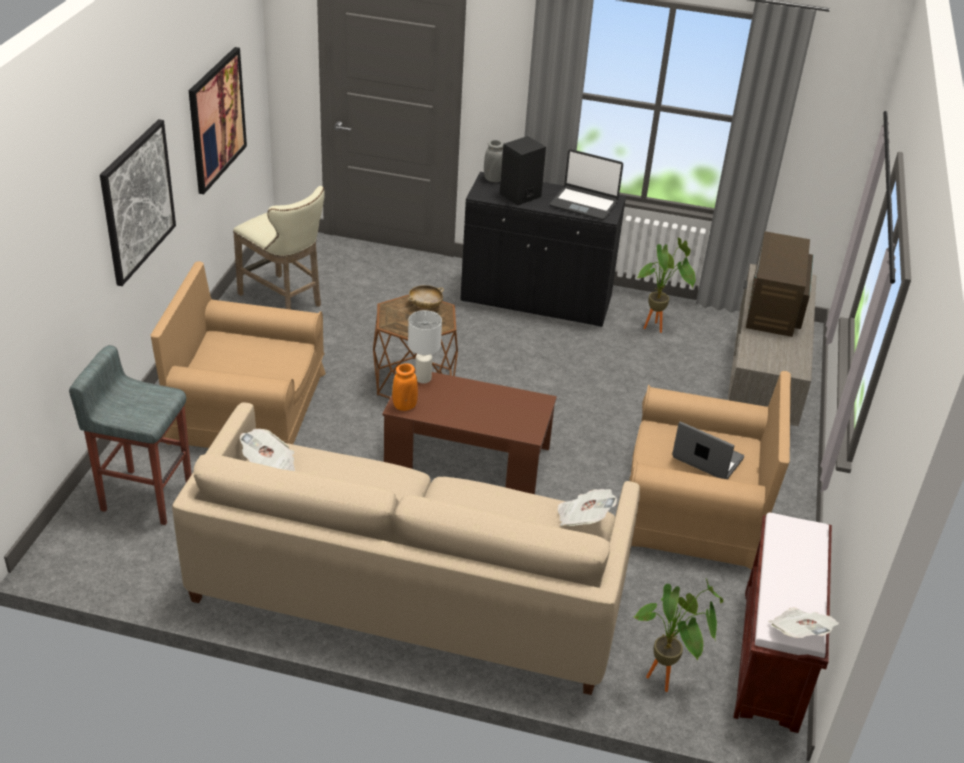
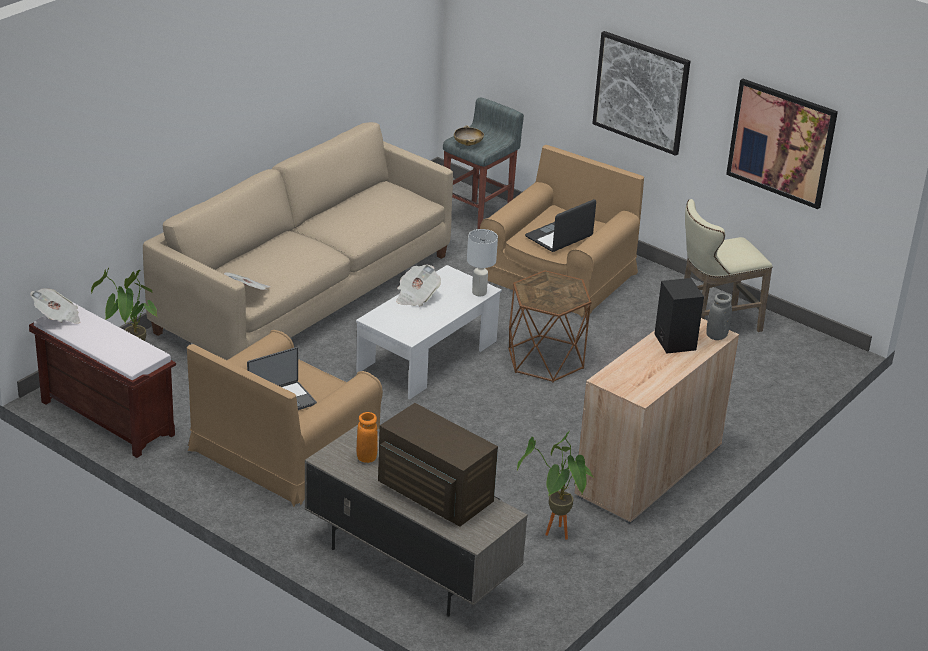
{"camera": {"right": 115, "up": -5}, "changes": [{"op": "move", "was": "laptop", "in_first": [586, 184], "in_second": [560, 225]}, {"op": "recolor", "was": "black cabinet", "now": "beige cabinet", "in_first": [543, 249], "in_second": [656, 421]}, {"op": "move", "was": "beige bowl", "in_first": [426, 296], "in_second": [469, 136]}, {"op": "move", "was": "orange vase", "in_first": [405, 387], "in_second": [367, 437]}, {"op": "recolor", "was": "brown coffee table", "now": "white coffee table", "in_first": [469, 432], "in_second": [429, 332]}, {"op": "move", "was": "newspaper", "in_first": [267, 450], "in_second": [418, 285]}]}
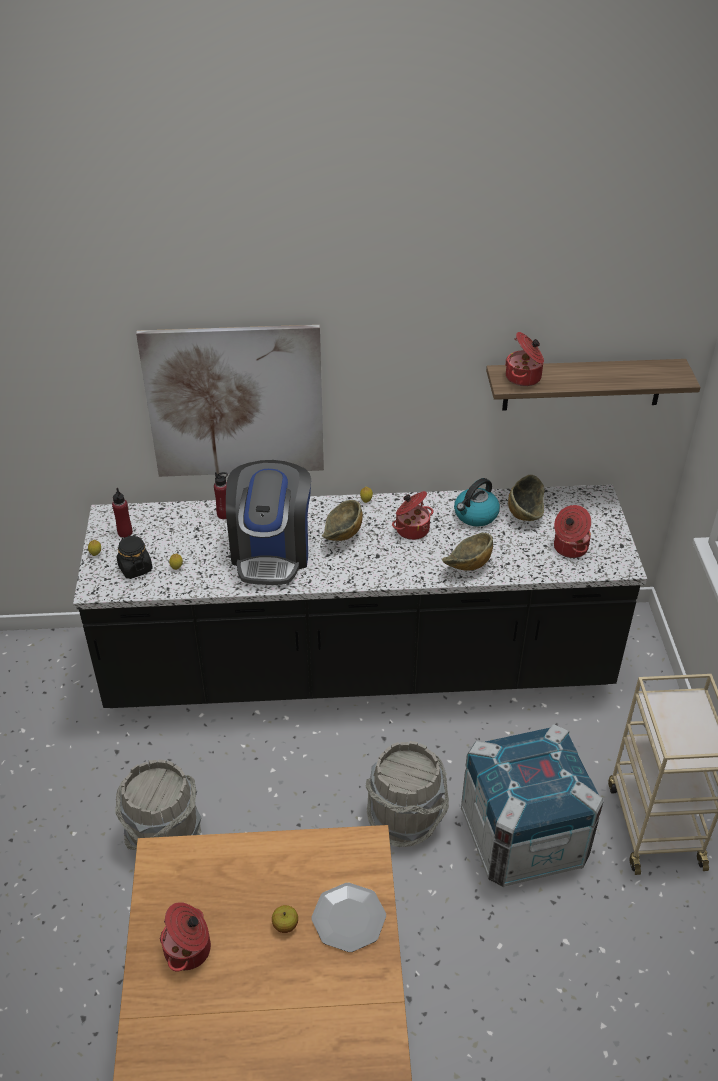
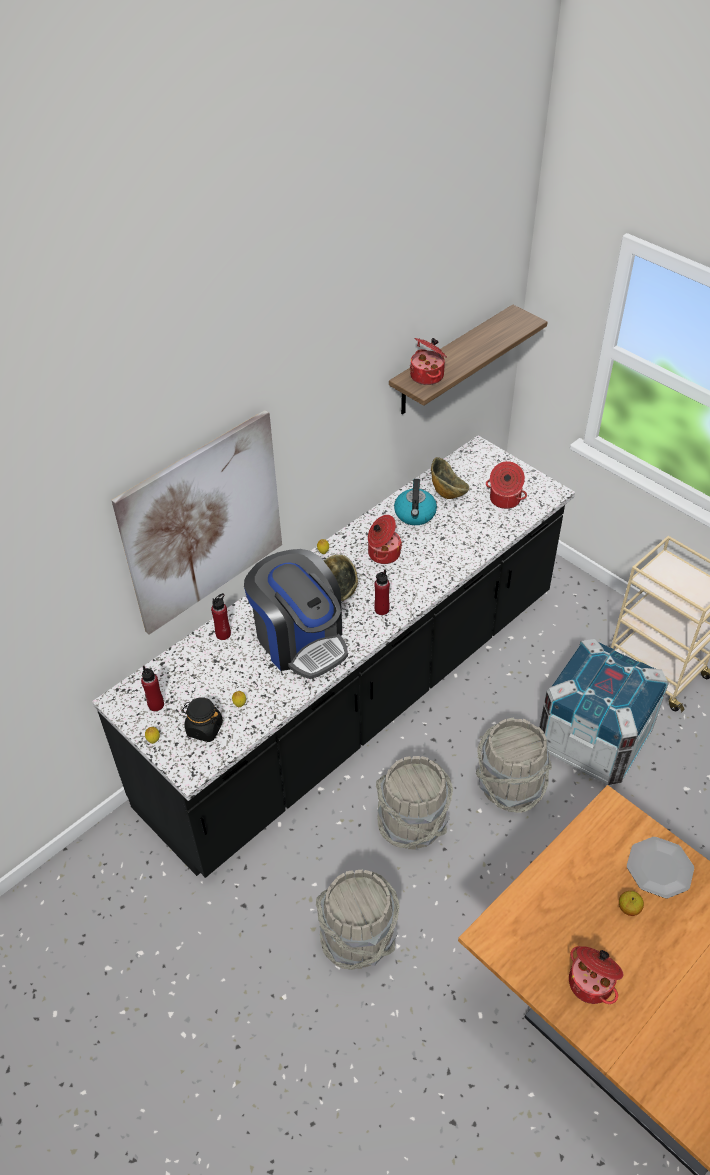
{"camera": {"right": -40, "up": 5}, "changes": [{"op": "delete", "was": "bowl", "in_first": [467, 552]}, {"op": "insert", "now": "red bottle", "in_second": [382, 592]}, {"op": "insert", "now": "grey bucket", "in_second": [414, 803]}]}
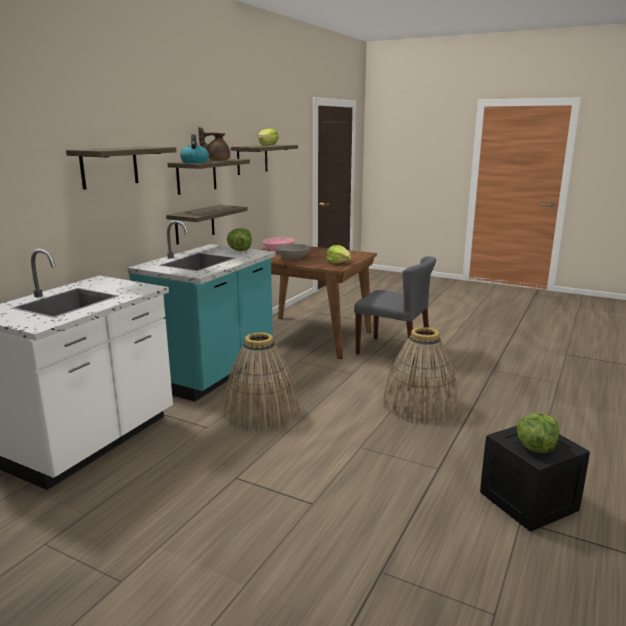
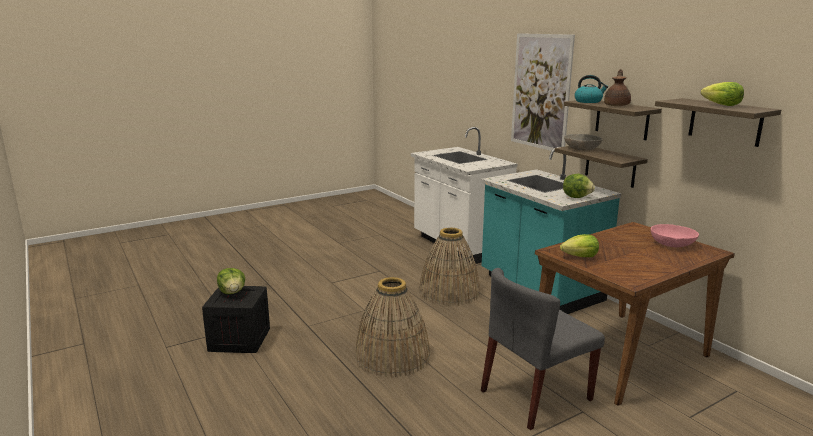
{"camera": {"right": 120, "up": 0}, "changes": [{"op": "replace", "was": "shelf", "now": "picture", "in_first": [121, 168], "in_second": [543, 92]}, {"op": "move", "was": "grey bowl", "in_first": [293, 251], "in_second": [583, 142]}]}
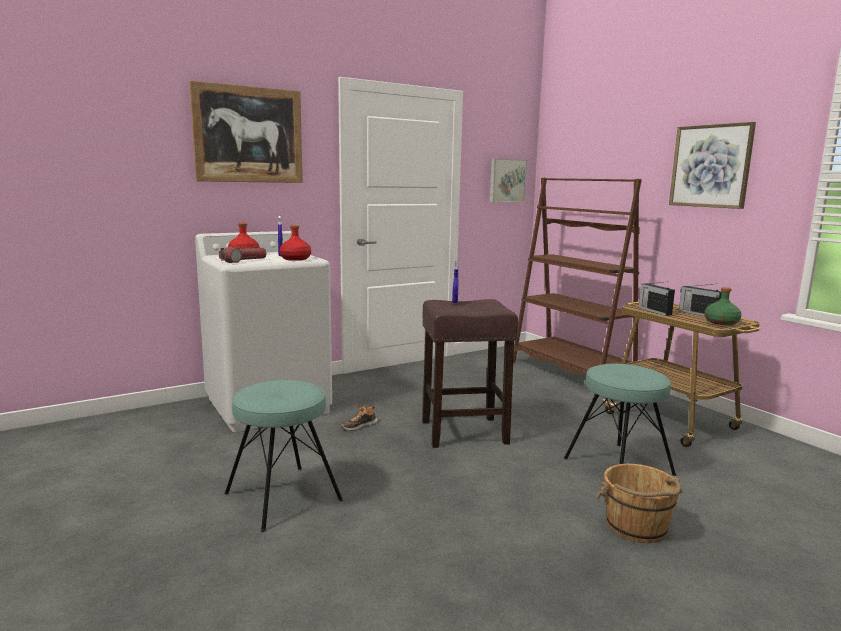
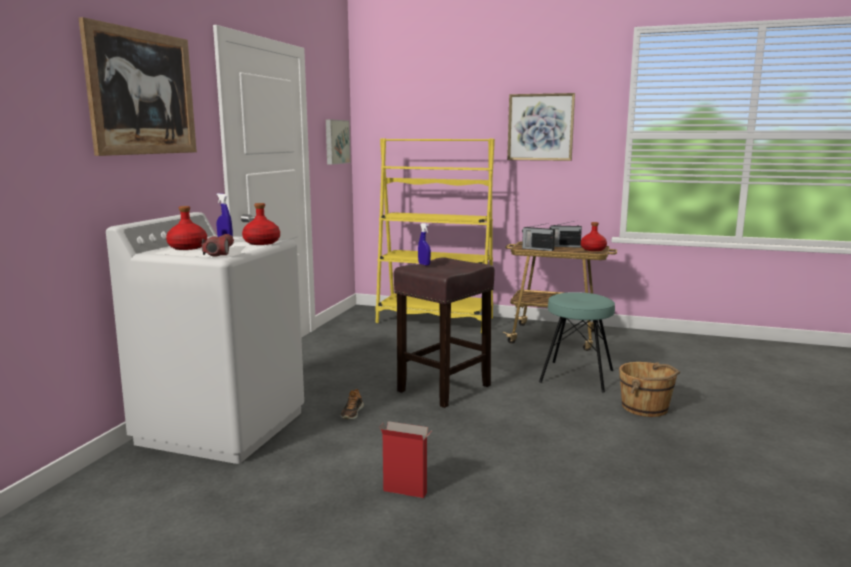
{"camera": {"right": -40, "up": 0}, "changes": [{"op": "recolor", "was": "brown bookcase", "now": "yellow bookcase", "in_first": [577, 287], "in_second": [435, 235]}, {"op": "recolor", "was": "green bottle", "now": "red bottle", "in_first": [722, 306], "in_second": [594, 236]}, {"op": "replace", "was": "turquoise stool", "now": "cardboard box", "in_first": [283, 456], "in_second": [405, 459]}]}
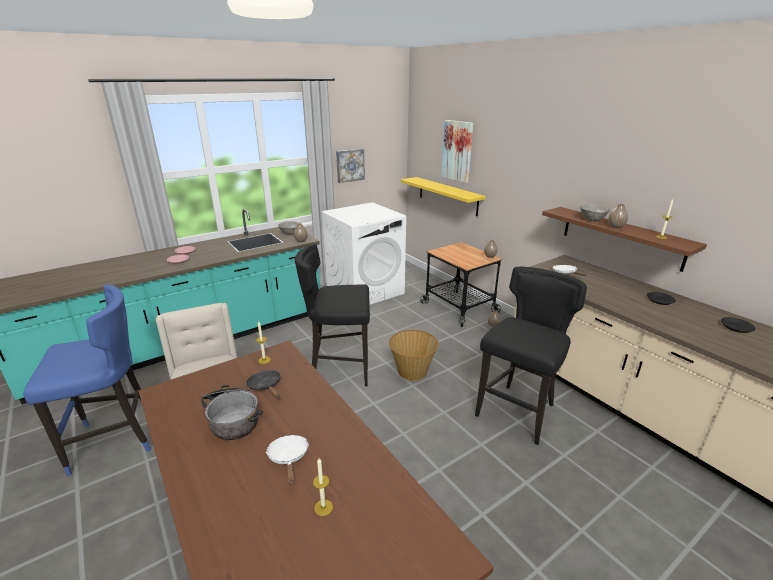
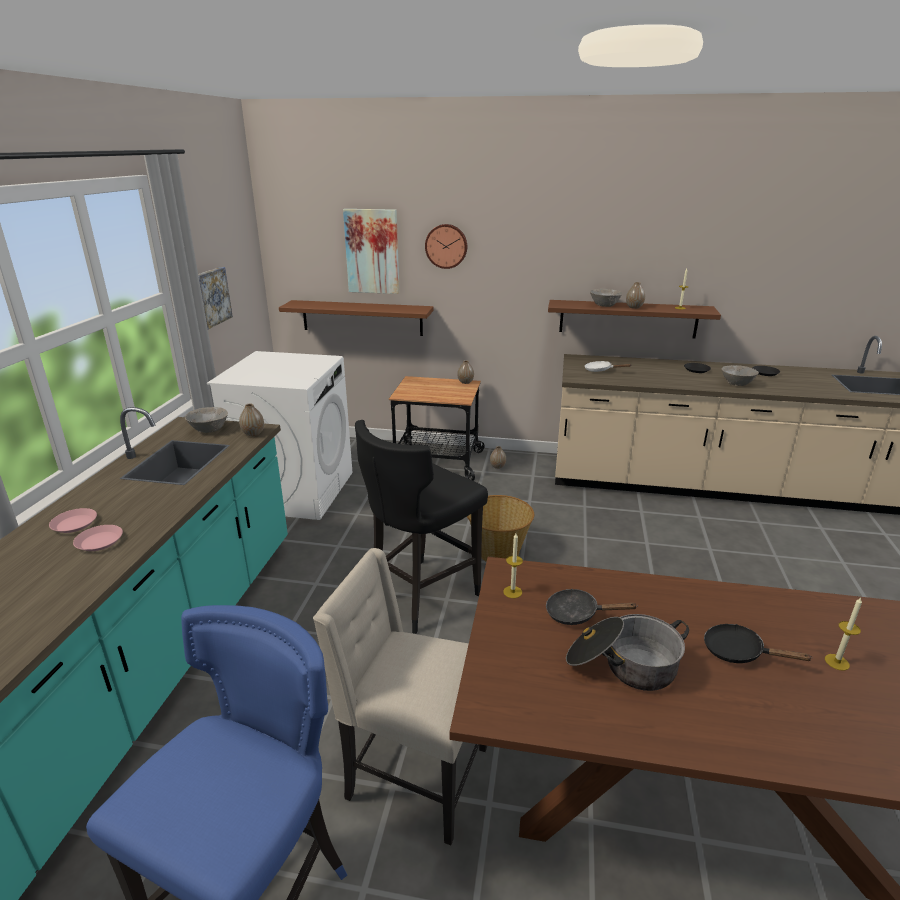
{"camera": {"right": -45, "up": 0}, "changes": [{"op": "recolor", "was": "yellow shelf", "now": "brown shelf", "in_first": [443, 196], "in_second": [356, 318]}, {"op": "delete", "was": "black stool", "in_first": [531, 356]}, {"op": "recolor", "was": "white frying pan", "now": "black frying pan", "in_first": [287, 460], "in_second": [758, 643]}, {"op": "insert", "now": "wall clock", "in_second": [446, 246]}, {"op": "insert", "now": "grey bowl", "in_second": [740, 375]}]}
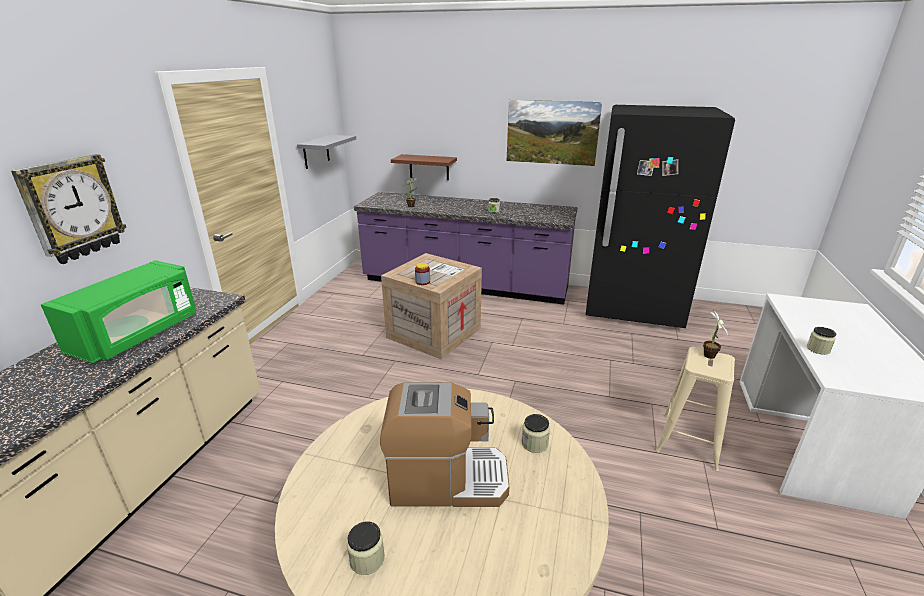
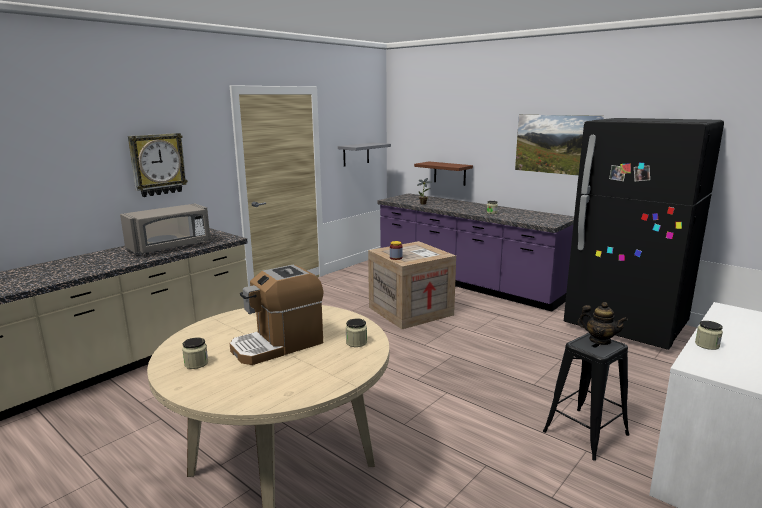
{"camera": {"right": 25, "up": -10}, "changes": [{"op": "recolor", "was": "green microwave", "now": "grey microwave", "in_first": [118, 311], "in_second": [165, 229]}, {"op": "replace", "was": "potted plant", "now": "teapot", "in_first": [715, 334], "in_second": [603, 323]}, {"op": "recolor", "was": "beige stool", "now": "black stool", "in_first": [695, 409], "in_second": [586, 397]}, {"op": "rotate", "was": "coffee machine", "in_first": [444, 444], "in_second": [276, 315], "clockwise": 120}]}
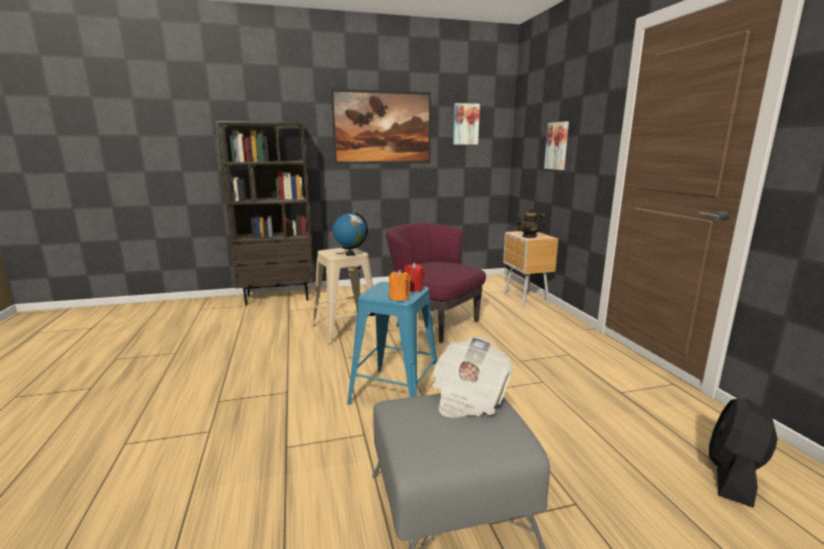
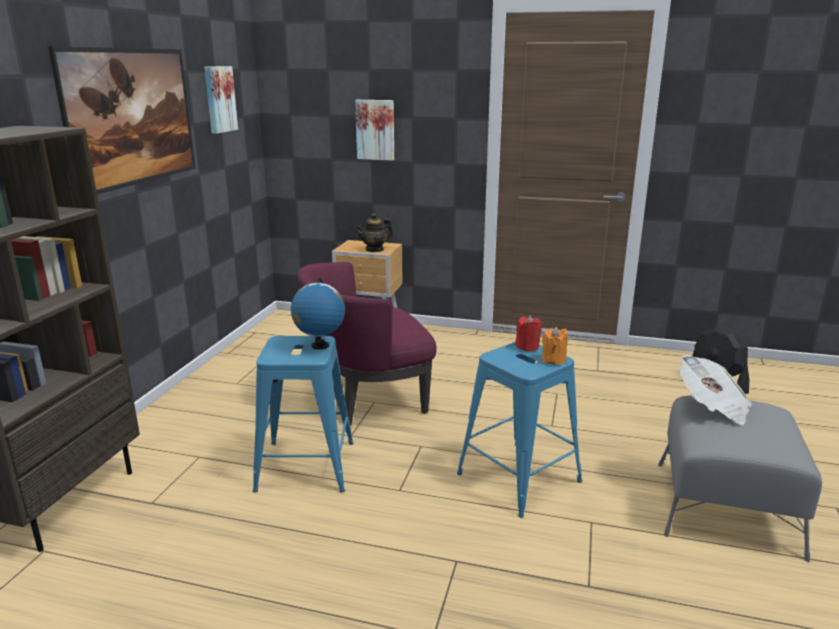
{"camera": {"right": -60, "up": 5}, "changes": [{"op": "recolor", "was": "beige stool", "now": "blue stool", "in_first": [344, 295], "in_second": [303, 414]}]}
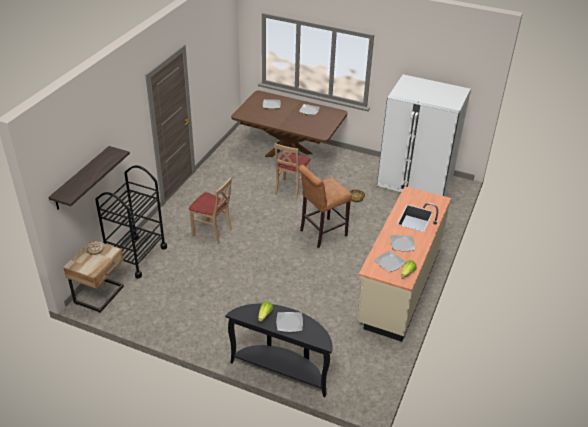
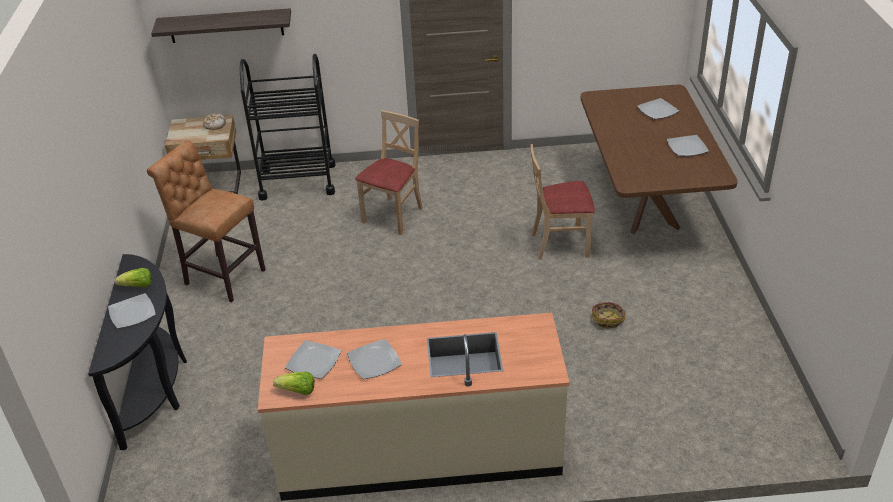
{"camera": {"right": 65, "up": 0}, "changes": [{"op": "delete", "was": "white fridge", "in_first": [424, 135]}, {"op": "move", "was": "brown stool", "in_first": [325, 206], "in_second": [206, 221]}, {"op": "rotate", "was": "beige chair", "in_first": [210, 210], "in_second": [389, 172], "clockwise": -150}]}
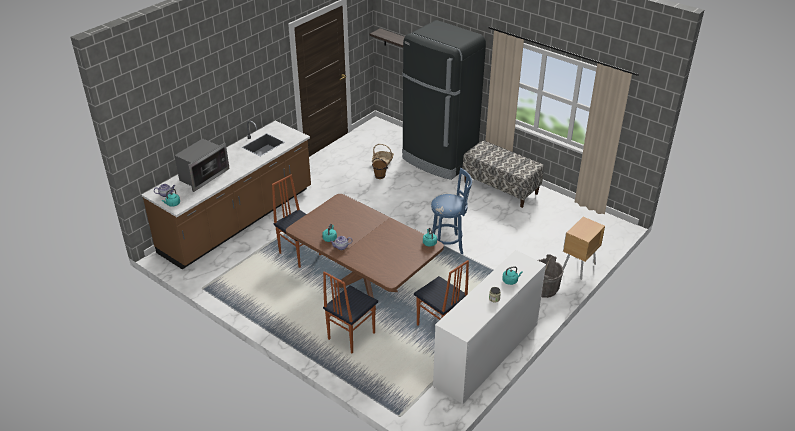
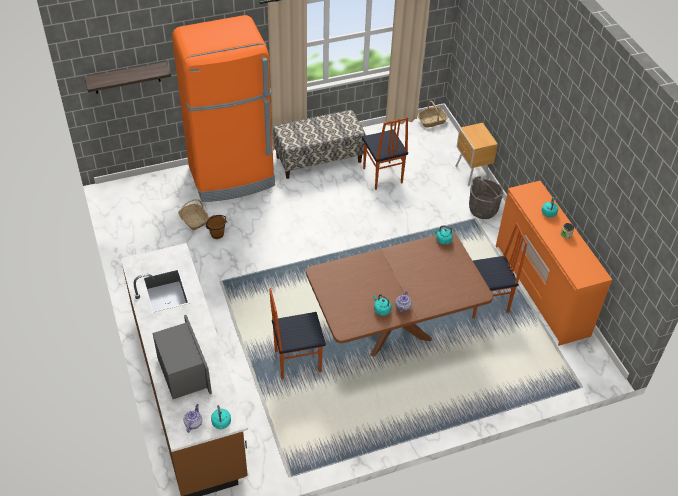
{"camera": {"right": -60, "up": 10}, "changes": [{"op": "recolor", "was": "black fridge", "now": "orange fridge", "in_first": [444, 100], "in_second": [223, 108]}, {"op": "delete", "was": "blue stool", "in_first": [451, 211]}, {"op": "recolor", "was": "white dresser", "now": "orange dresser", "in_first": [489, 327], "in_second": [554, 263]}, {"op": "move", "was": "chair", "in_first": [350, 312], "in_second": [385, 153]}, {"op": "insert", "now": "basket", "in_second": [433, 114]}]}
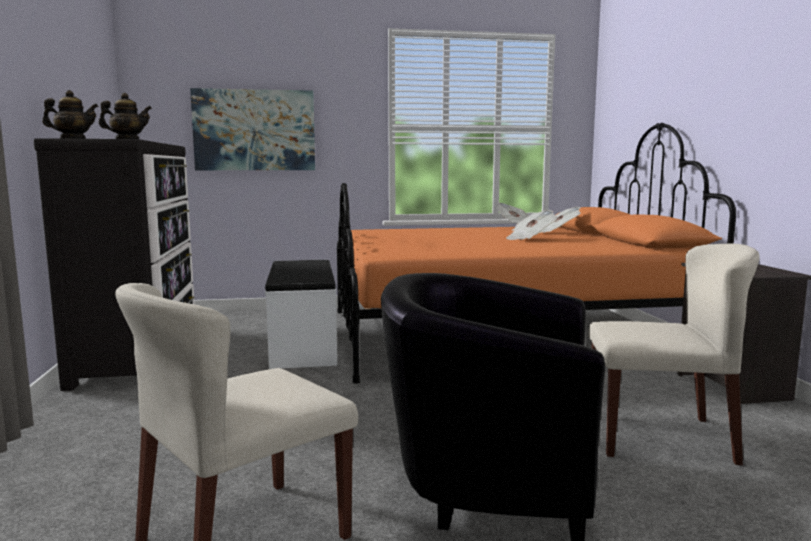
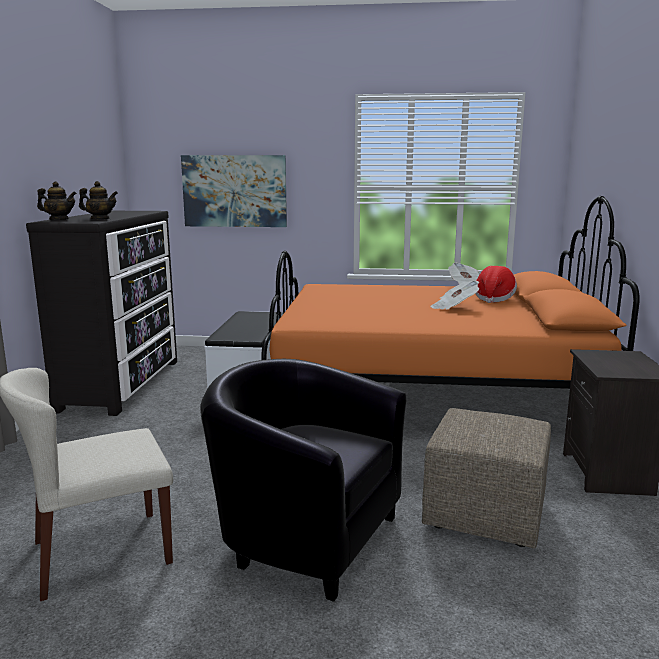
{"camera": {"right": 15, "up": 5}, "changes": [{"op": "replace", "was": "newspaper", "now": "hat", "in_first": [560, 220], "in_second": [496, 284]}, {"op": "replace", "was": "beige chair", "now": "beige ottoman", "in_first": [674, 354], "in_second": [486, 478]}]}
